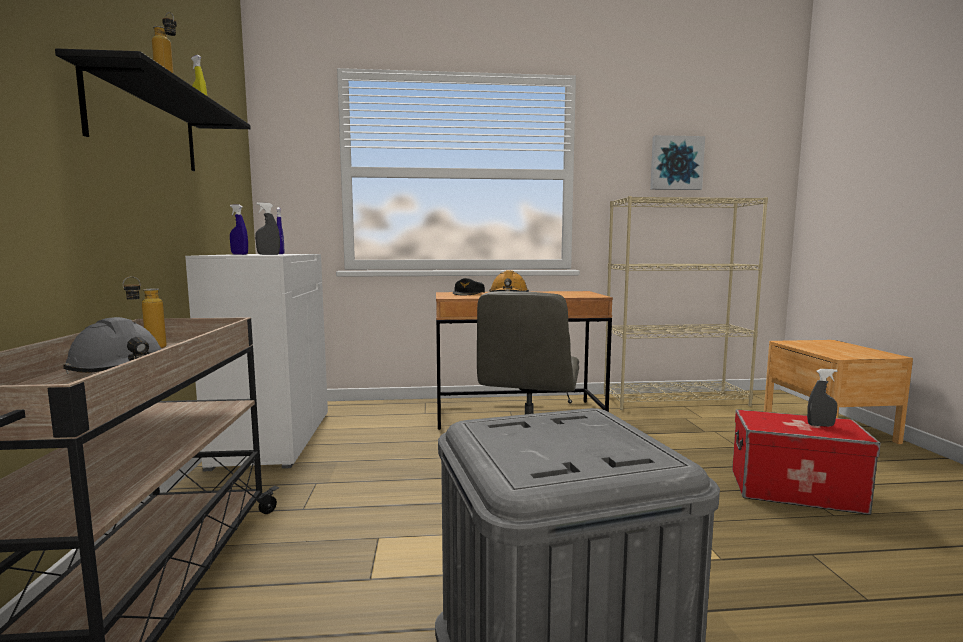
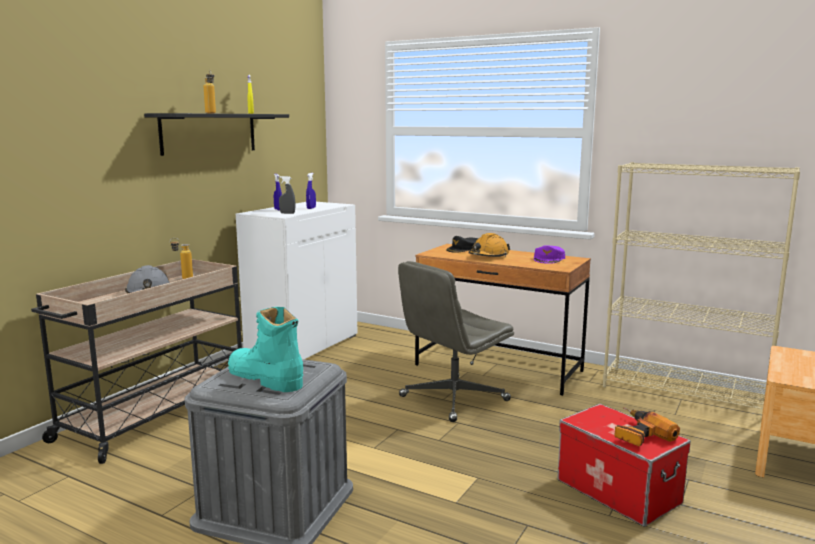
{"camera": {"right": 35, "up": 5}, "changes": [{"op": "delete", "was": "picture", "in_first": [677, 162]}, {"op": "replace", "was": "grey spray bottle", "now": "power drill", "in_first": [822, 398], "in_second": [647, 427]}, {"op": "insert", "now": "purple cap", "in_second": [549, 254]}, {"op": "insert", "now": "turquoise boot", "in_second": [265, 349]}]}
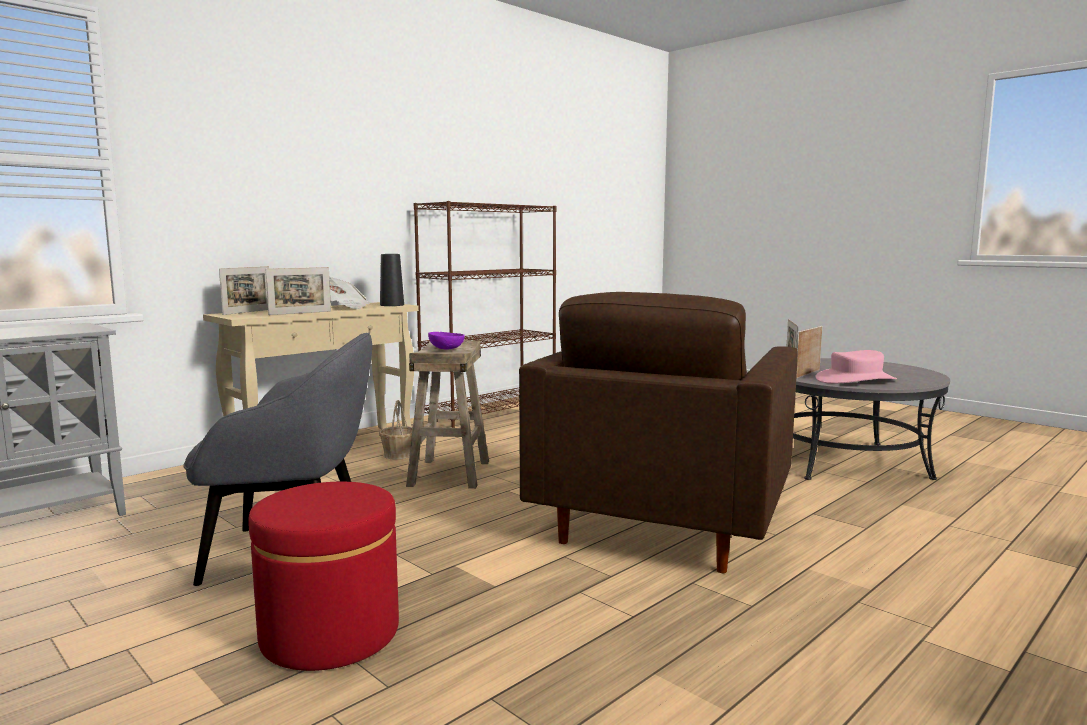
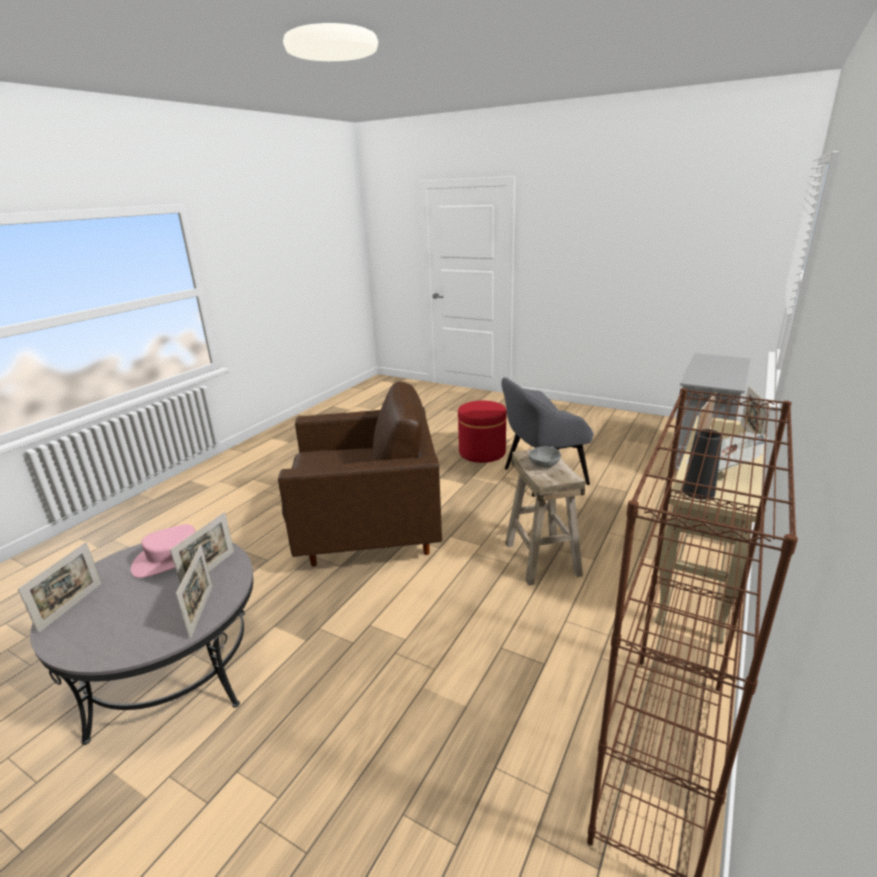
{"camera": {"right": 165, "up": 15}, "changes": [{"op": "rotate", "was": "brown armchair", "in_first": [658, 432], "in_second": [360, 474], "clockwise": 75}, {"op": "recolor", "was": "purple bowl", "now": "grey bowl", "in_first": [446, 340], "in_second": [545, 457]}, {"op": "delete", "was": "basket", "in_first": [396, 430]}, {"op": "insert", "now": "picture frame", "in_second": [60, 587]}]}
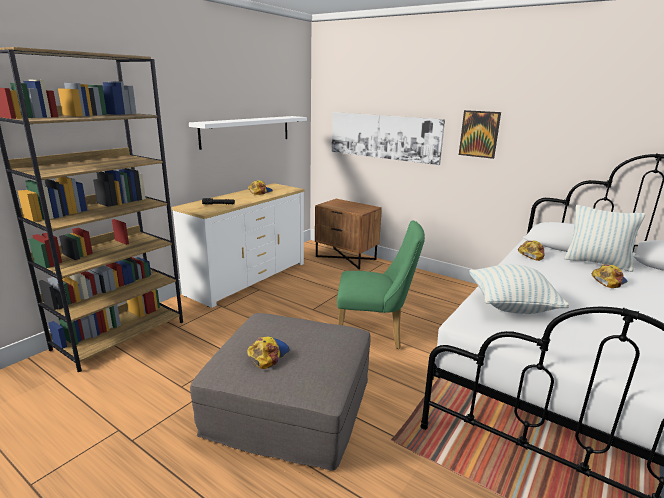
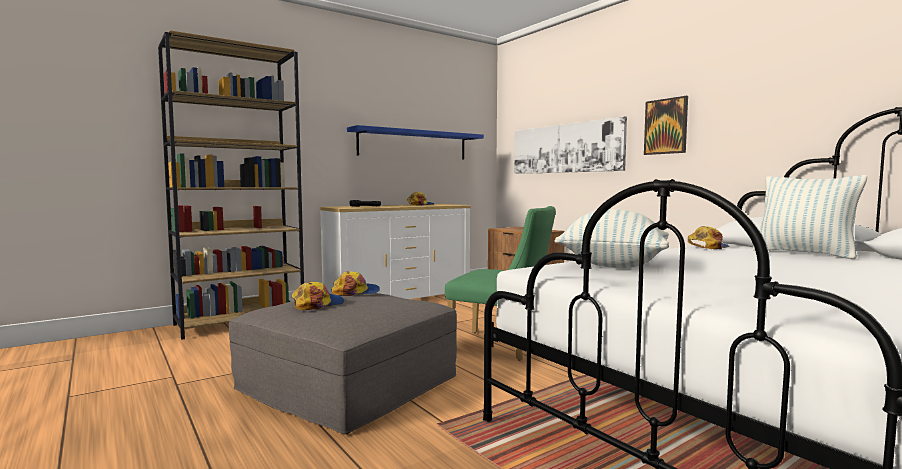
{"camera": {"right": 20, "up": -15}, "changes": [{"op": "recolor", "was": "white shelf", "now": "blue shelf", "in_first": [248, 133], "in_second": [415, 142]}, {"op": "move", "was": "cap", "in_first": [610, 276], "in_second": [356, 283]}]}
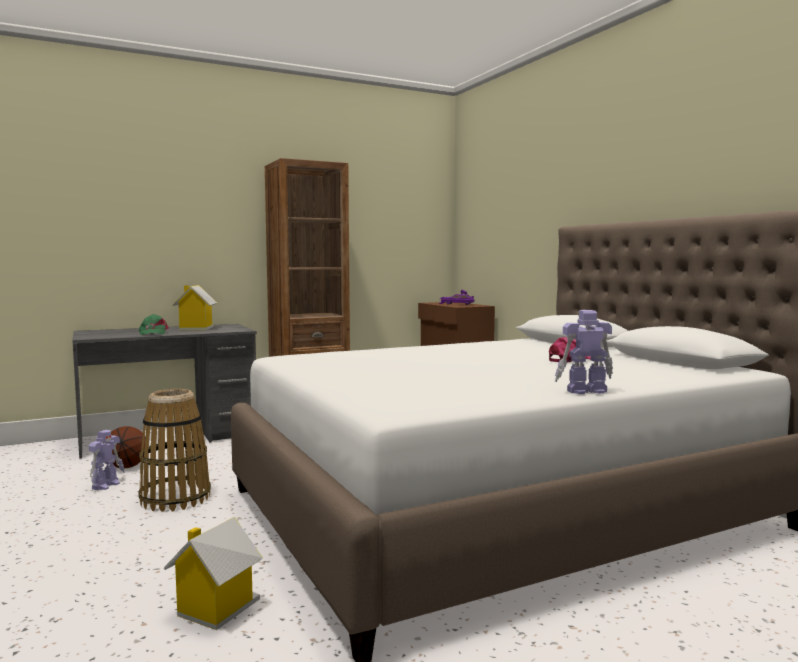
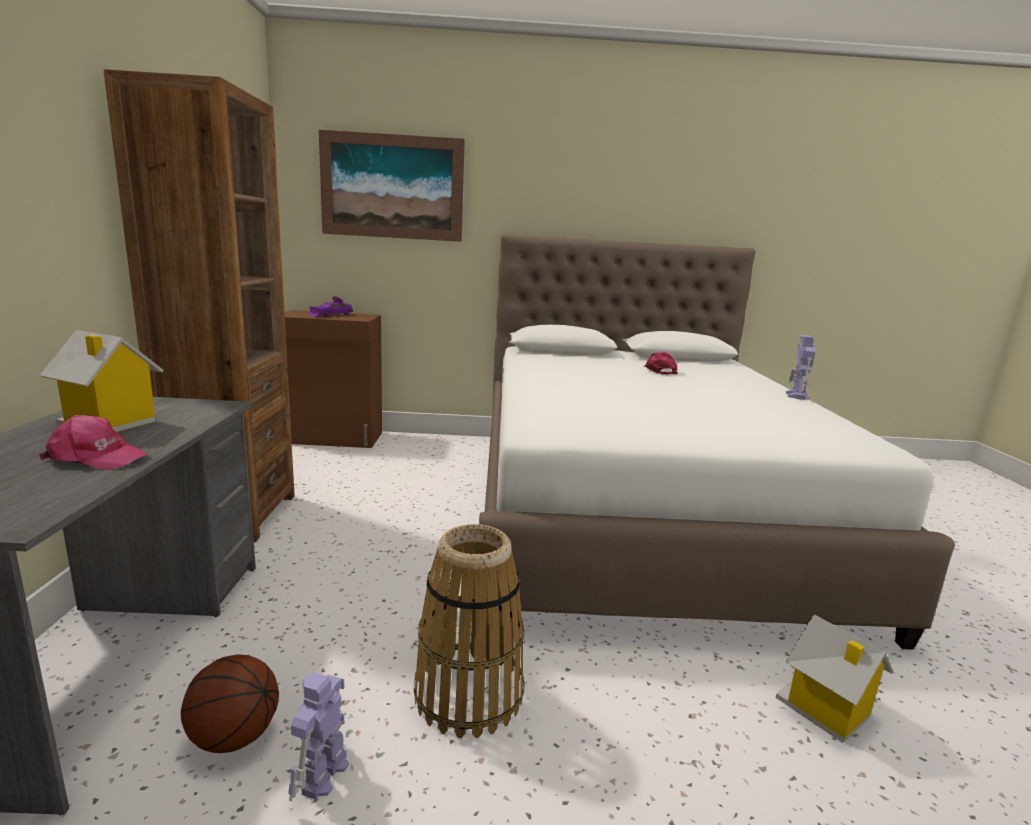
{"camera": {"right": -65, "up": 10}, "changes": [{"op": "recolor", "was": "green cap", "now": "pink cap", "in_first": [154, 324], "in_second": [94, 442]}, {"op": "rotate", "was": "toy robot", "in_first": [106, 460], "in_second": [318, 737], "clockwise": -120}, {"op": "insert", "now": "picture", "in_second": [392, 186]}]}
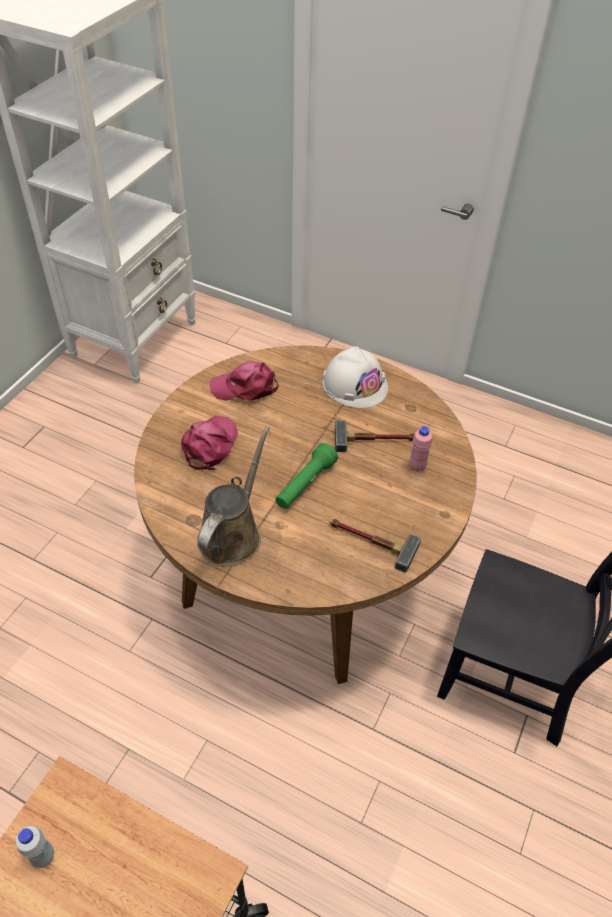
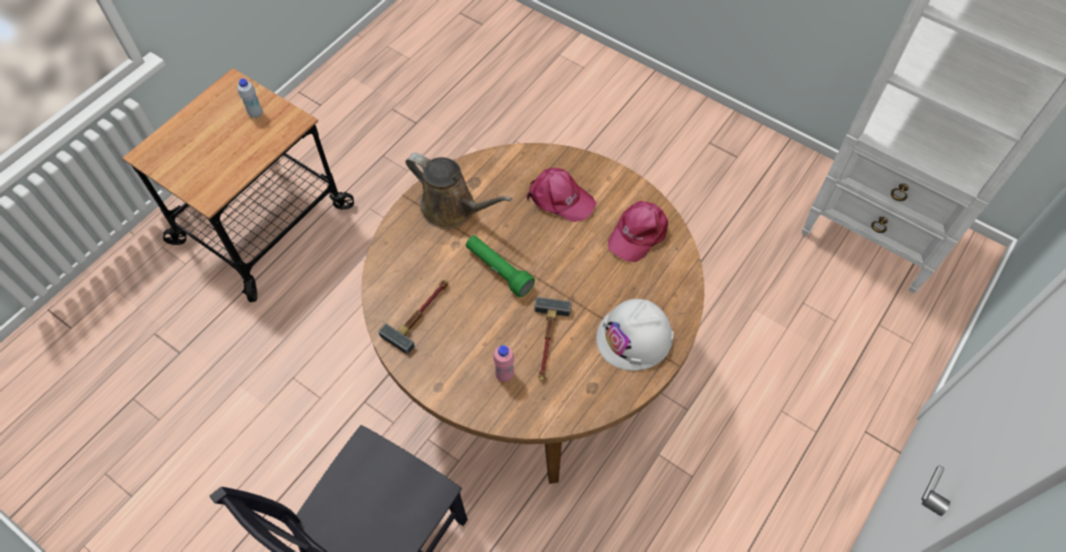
{"camera": {"right": 100, "up": 10}, "changes": [{"op": "rotate", "was": "pink cap", "in_first": [244, 381], "in_second": [638, 231], "clockwise": -150}]}
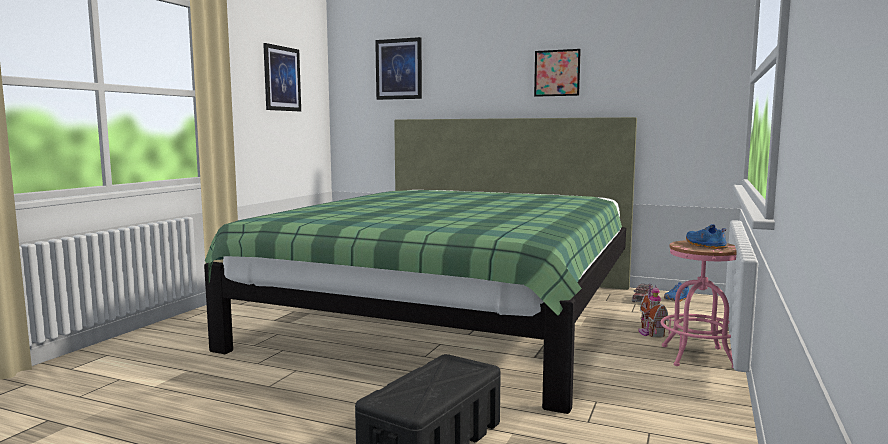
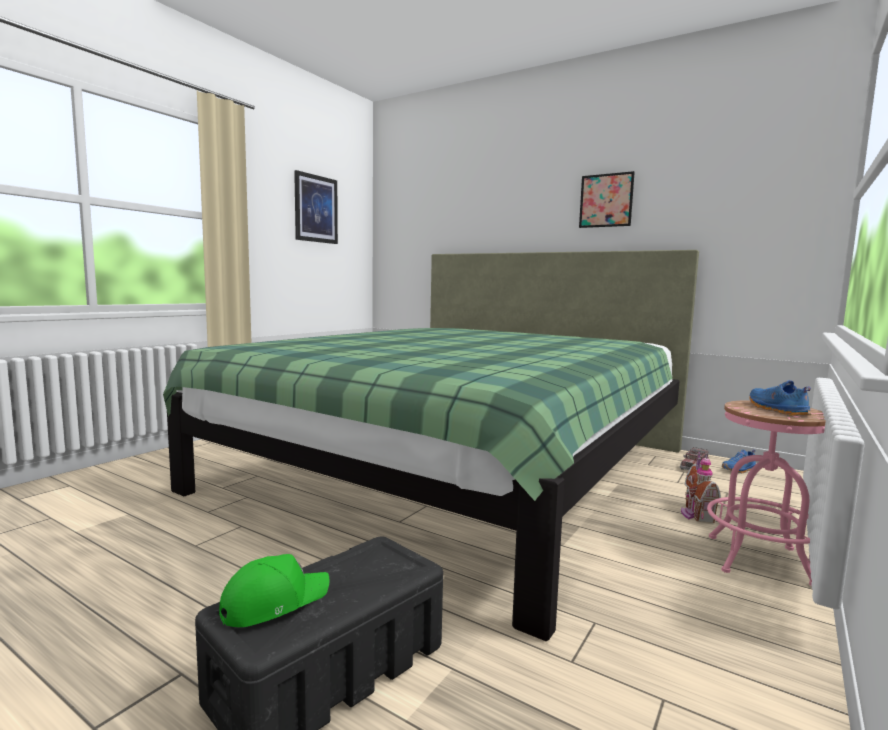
{"camera": {"right": 10, "up": 0}, "changes": [{"op": "delete", "was": "picture", "in_first": [398, 68]}, {"op": "insert", "now": "green cap", "in_second": [274, 590]}]}
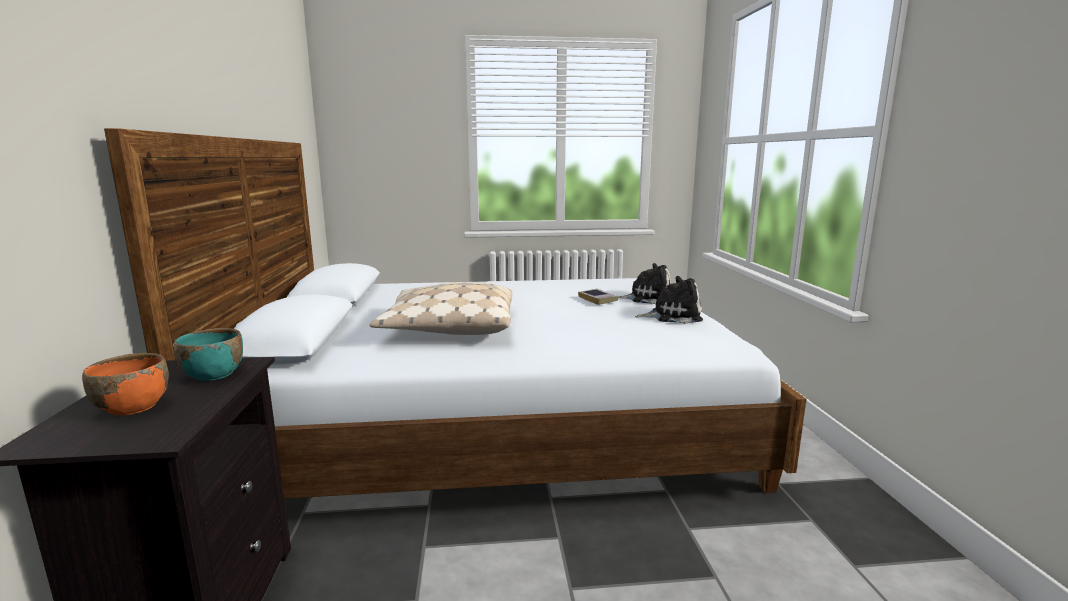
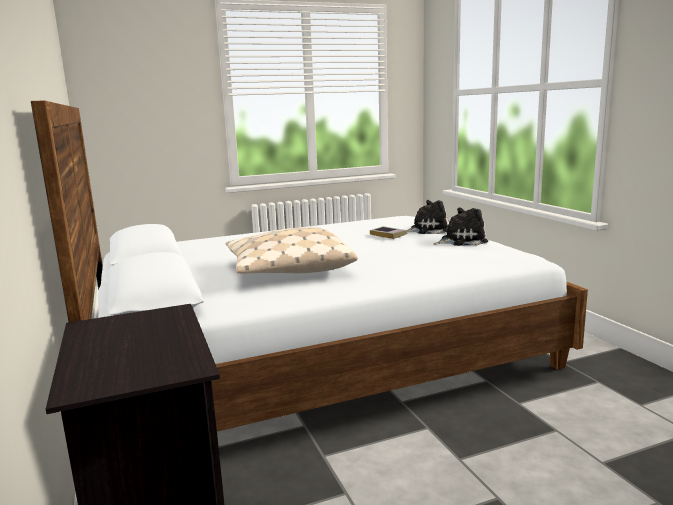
{"camera": {"right": -15, "up": 0}, "changes": [{"op": "delete", "was": "turquoise bowl", "in_first": [208, 354]}, {"op": "delete", "was": "orange bowl", "in_first": [125, 384]}]}
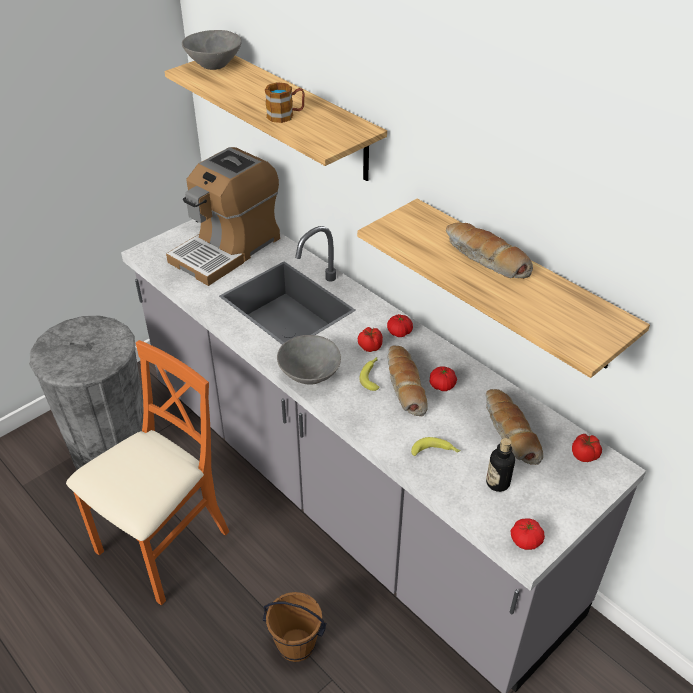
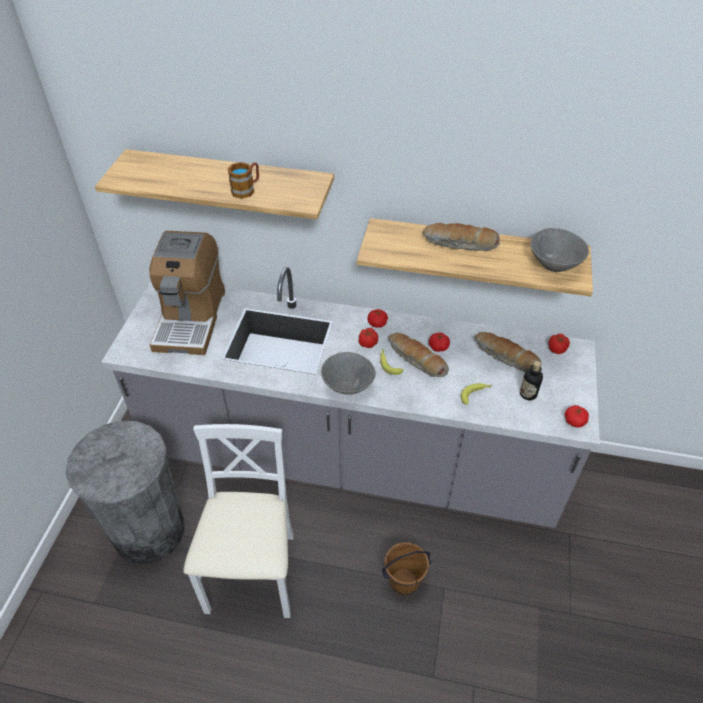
{"camera": {"right": -35, "up": 5}, "changes": [{"op": "move", "was": "grey bowl", "in_first": [212, 50], "in_second": [560, 250]}, {"op": "recolor", "was": "orange chair", "now": "white chair", "in_first": [147, 472], "in_second": [238, 521]}]}
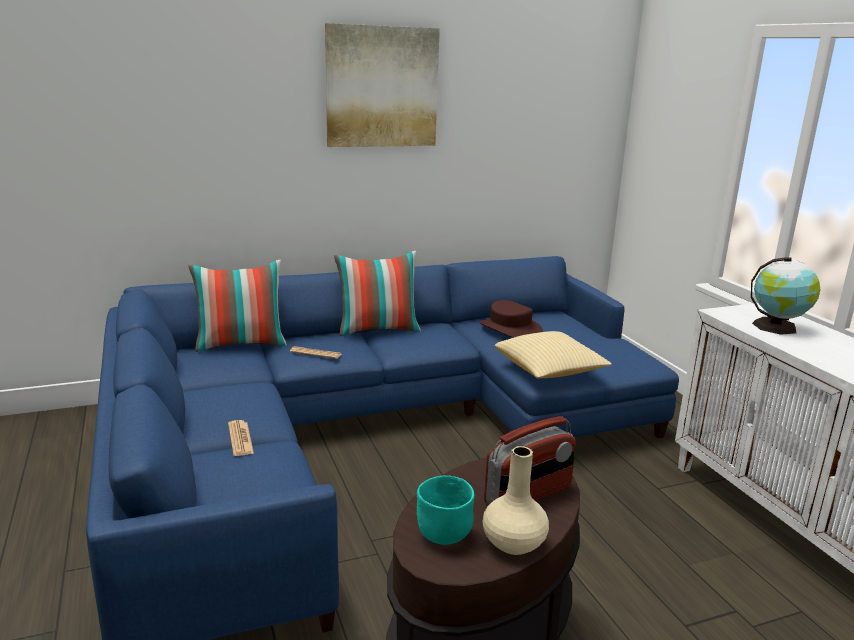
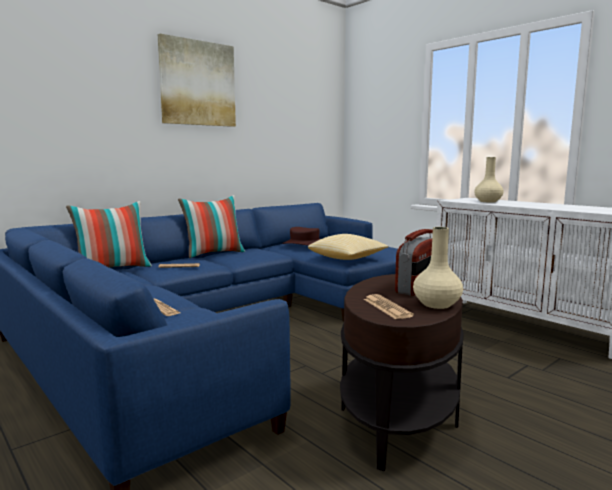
{"camera": {"right": -20, "up": -10}, "changes": [{"op": "replace", "was": "globe", "now": "beige vase", "in_first": [785, 296], "in_second": [488, 179]}, {"op": "replace", "was": "turquoise bowl", "now": "newspaper", "in_first": [445, 510], "in_second": [389, 306]}]}
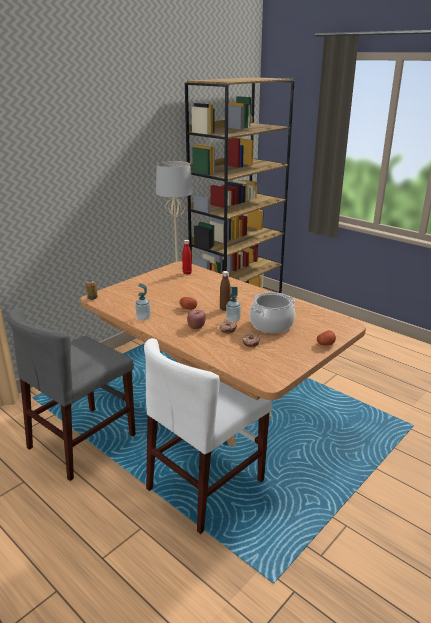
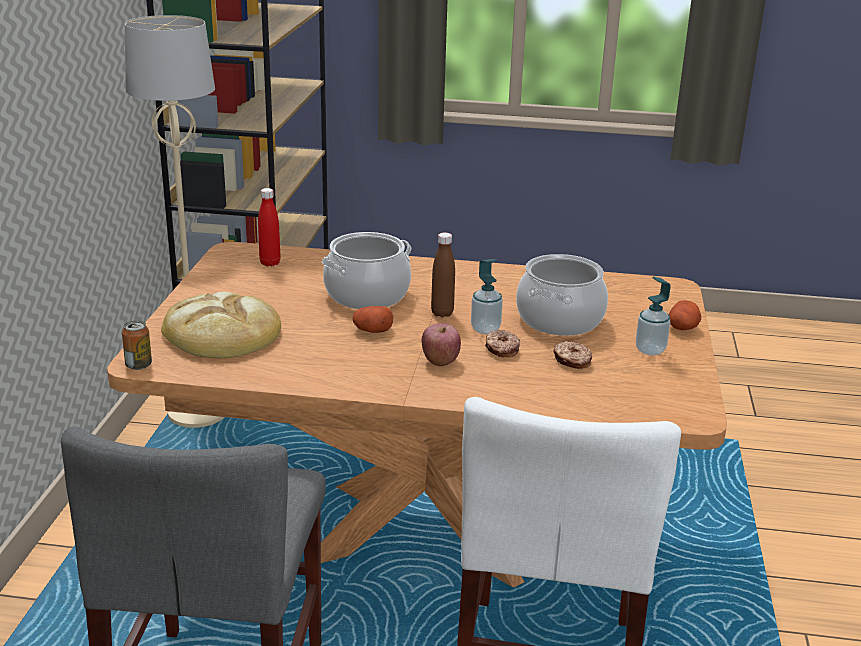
{"camera": {"right": -35, "up": 0}, "changes": [{"op": "move", "was": "soap dispenser", "in_first": [143, 301], "in_second": [653, 316]}, {"op": "insert", "now": "cooking pot", "in_second": [366, 270]}, {"op": "insert", "now": "bread", "in_second": [221, 325]}]}
